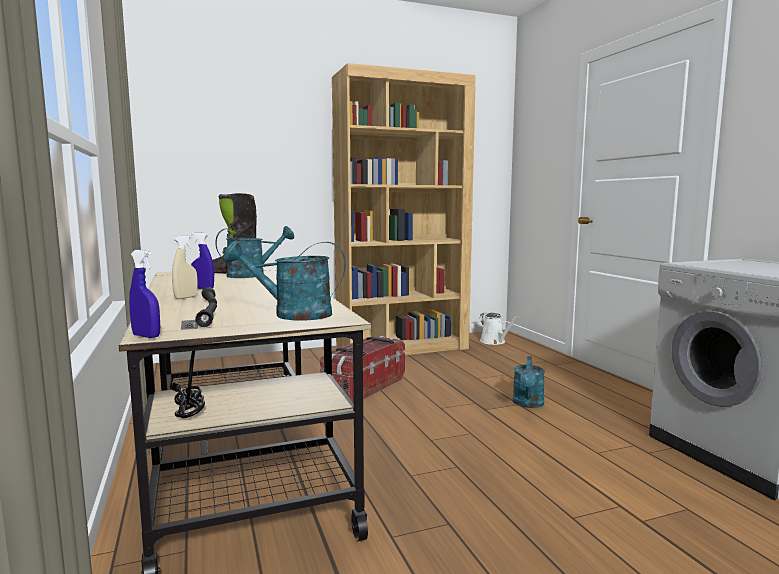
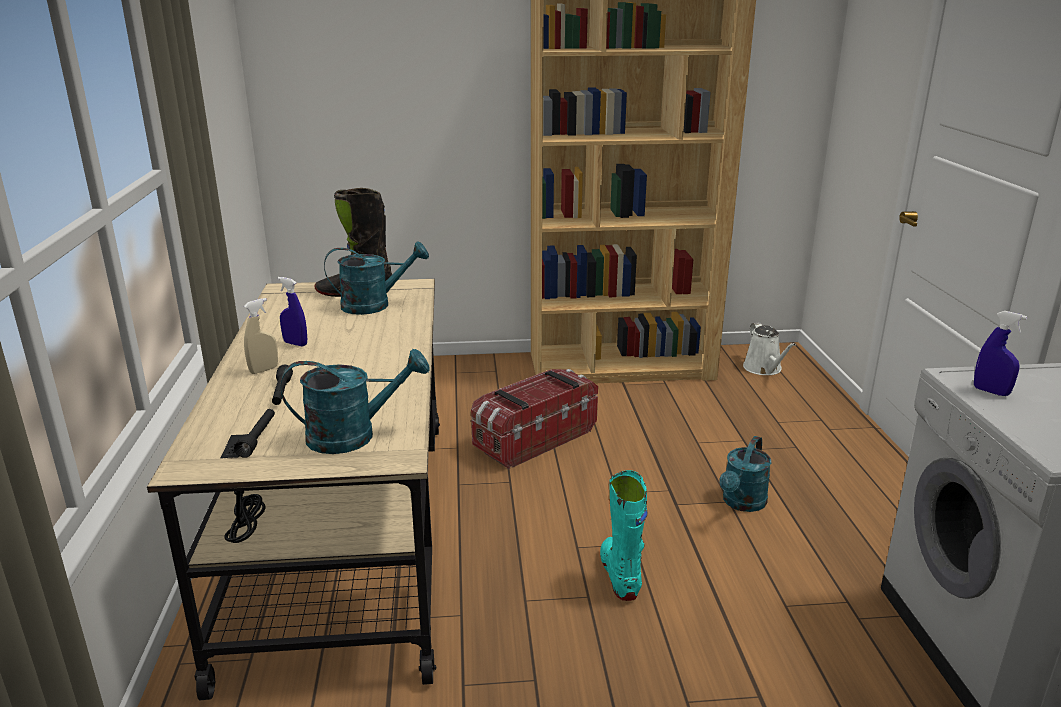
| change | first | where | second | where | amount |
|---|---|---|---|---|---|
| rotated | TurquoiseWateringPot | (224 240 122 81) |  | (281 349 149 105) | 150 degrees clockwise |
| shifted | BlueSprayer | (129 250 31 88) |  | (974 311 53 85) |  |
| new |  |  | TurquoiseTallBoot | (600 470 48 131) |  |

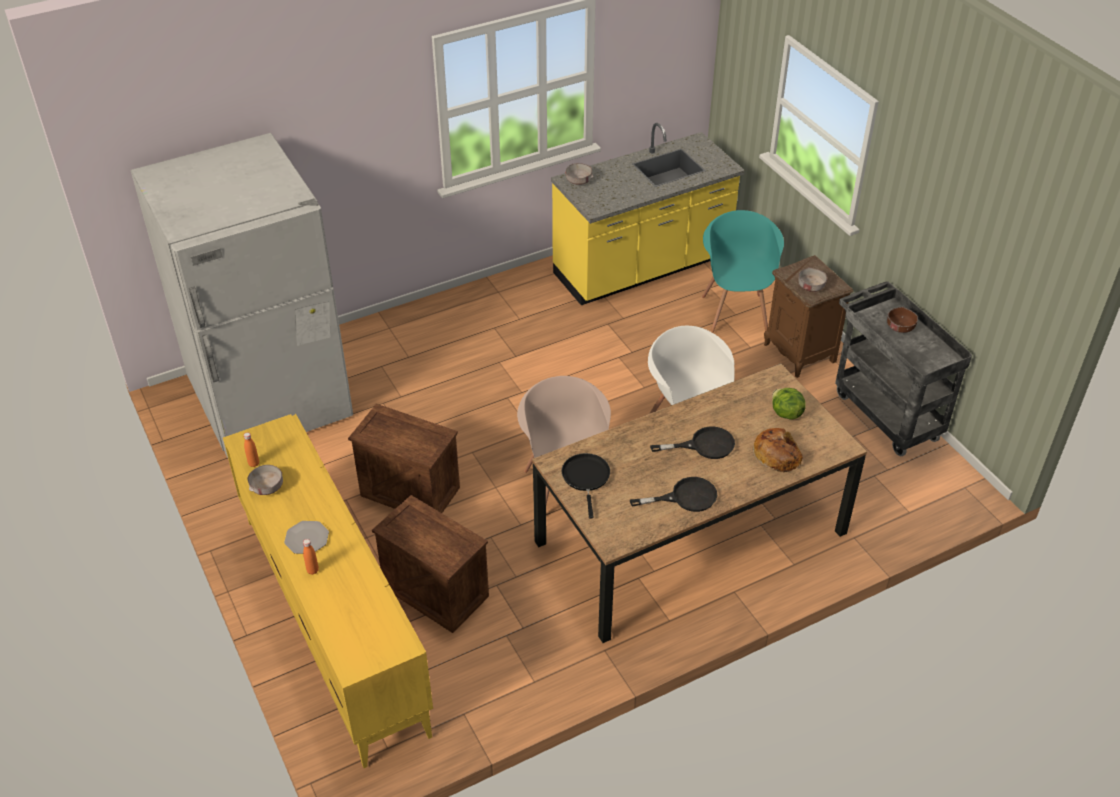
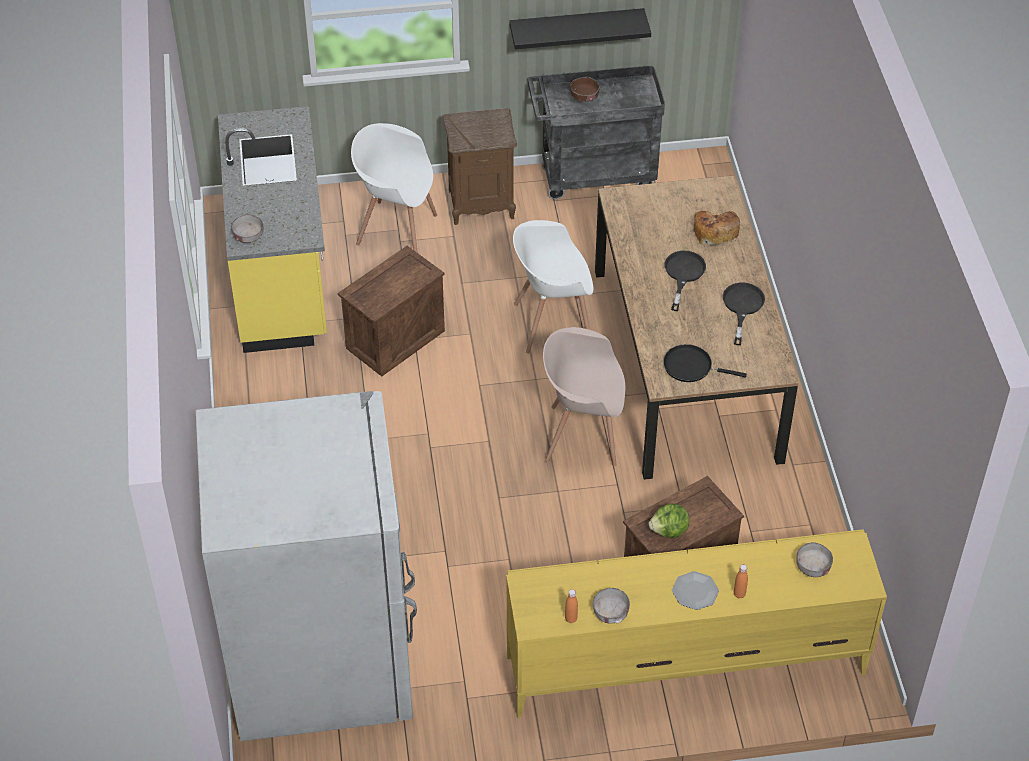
| change | first | where | second | where | amount |
|---|---|---|---|---|---|
| repainted | TurquoiseUprightChair | (702 210 82 123) | WhiteColouredUprightChair | (351 123 86 130) |  |
| shifted | GreyishServingBowl | (798 267 29 25) |  | (796 542 37 35) |  |
| shifted | Lettuce | (772 388 34 32) |  | (648 503 41 35) |  |
| shifted | ShippingCrate | (348 404 112 109) |  | (338 246 107 130) |  |
| new |  |  | BlackColouredWallShelf | (509 8 142 41) |  |

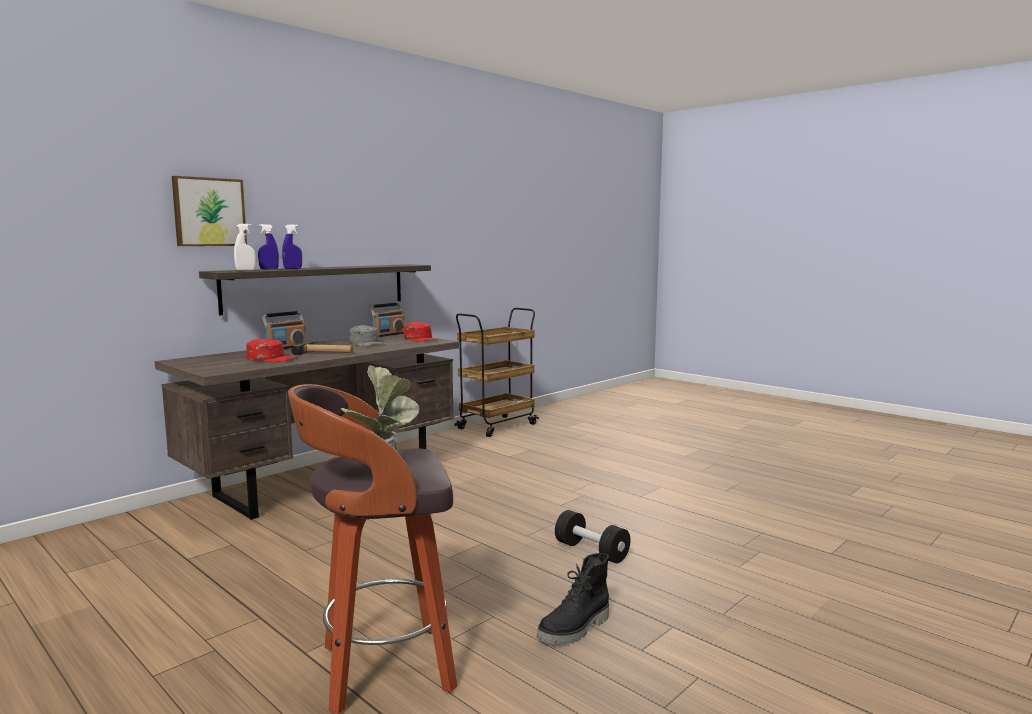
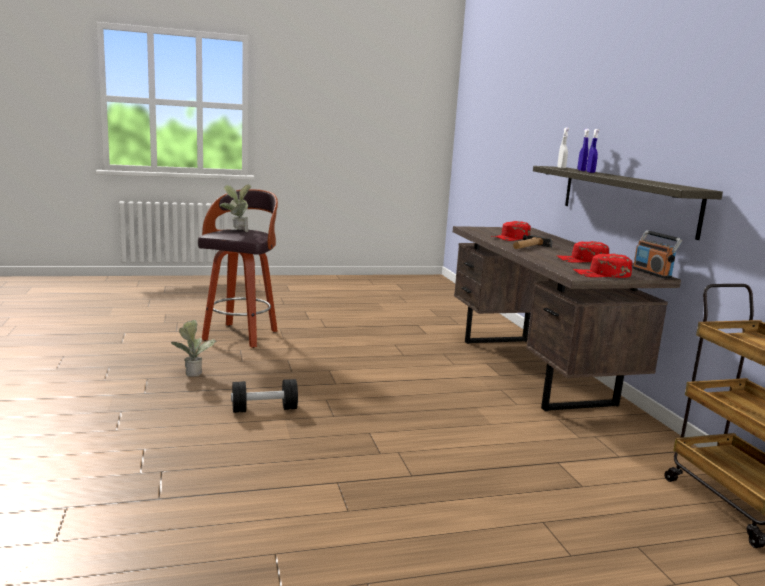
| change | first | where | second | where | amount |
|---|---|---|---|---|---|
| gone | WallPicture | (172 176 75 70) |  |  |  |
| gone | Radio | (262 311 44 38) |  |  |  |
| repainted | GreyishCap | (349 325 35 22) | RedColouredCap | (556 241 53 22) |  |
| swapped | BlackColouredTallBoot | (536 553 73 91) | PottedPlant | (171 320 45 57) |  |

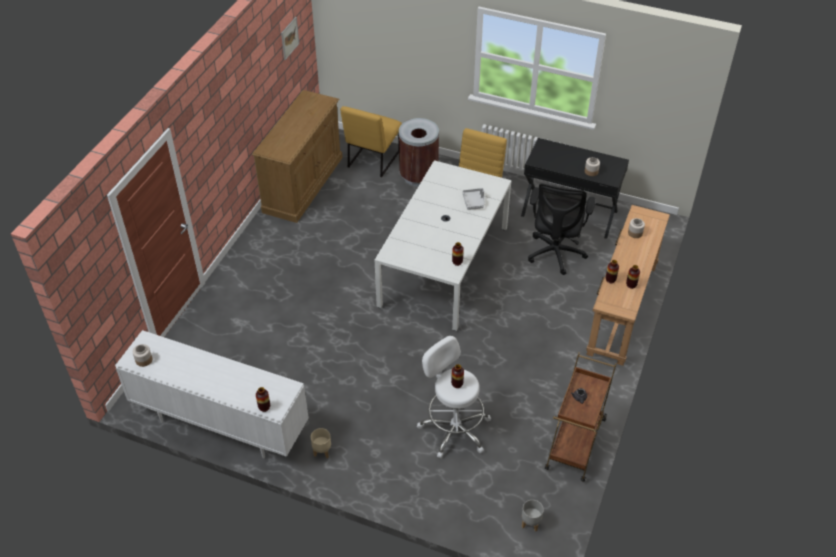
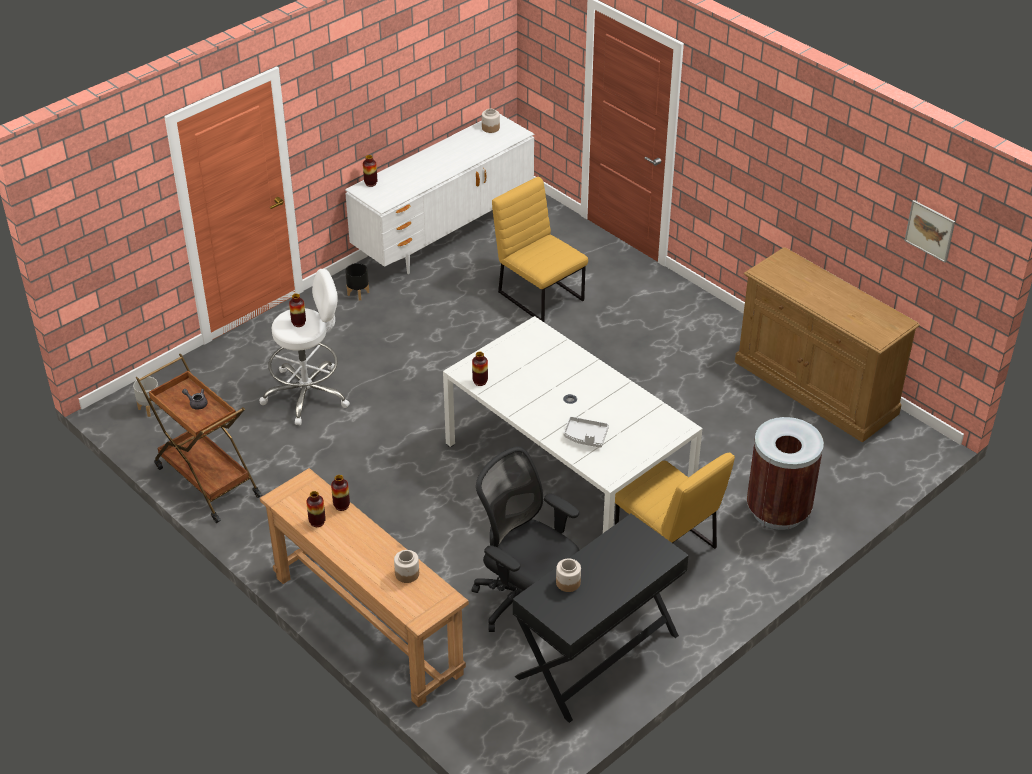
| change | first | where | second | where | amount |
|---|---|---|---|---|---|
| shifted | YellowUprightChair | (340 106 62 71) |  | (492 177 96 146) |  |
| repainted | BeigeFlowerPot | (311 428 20 30) | BlackColouredFlowerPot | (345 263 24 38) |  |

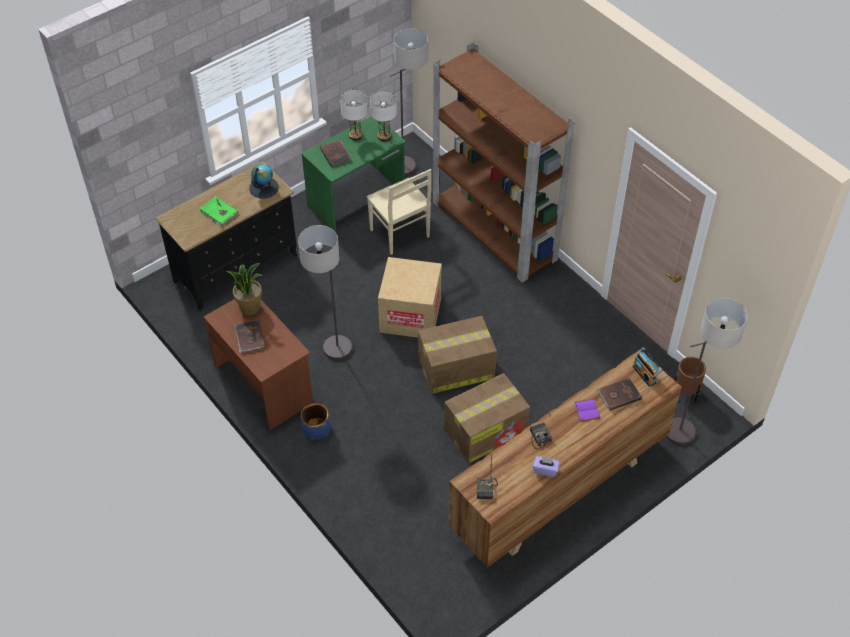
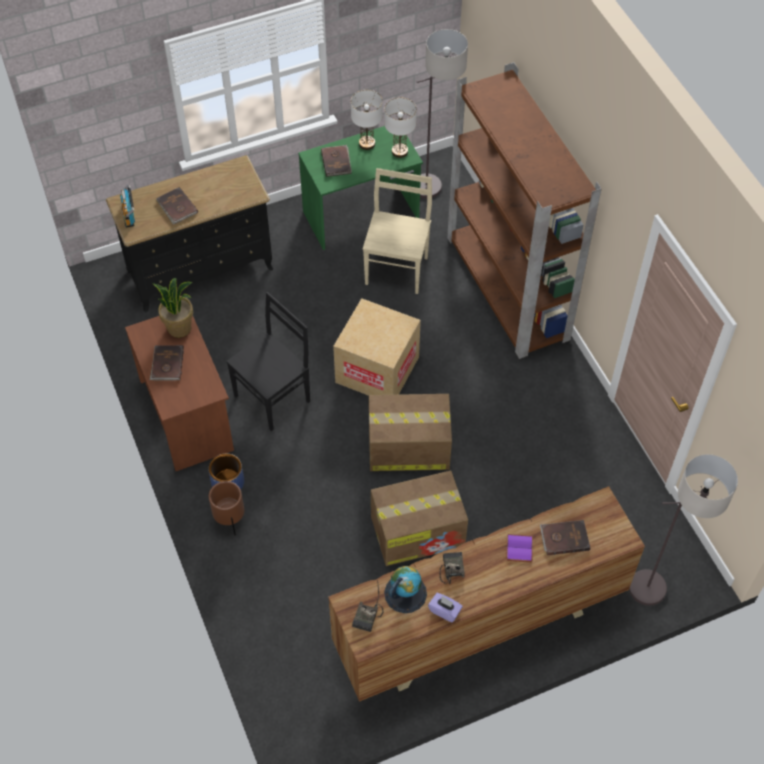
| change | first | where | second | where | amount |
|---|---|---|---|---|---|
| shifted | WorldGlobe | (249 163 30 35) |  | (384 566 43 47) |  |
| rotated | BeigeUprightChair | (367 169 65 86) |  | (363 168 69 126) | 150 degrees counterclockwise |
| repainted | GreenBook | (199 196 39 30) | BrownColouredBook | (156 187 42 37) |  |
| swapped | GreyishStandardLamp | (298 225 54 135) | BlackColouredUprightChair | (226 292 84 139) |  |
| shifted | Radio | (633 347 29 40) |  | (120 185 15 43) |  |
| shifted | BrownColouredFlowerPot | (675 357 31 46) |  | (209 481 35 54) |  |

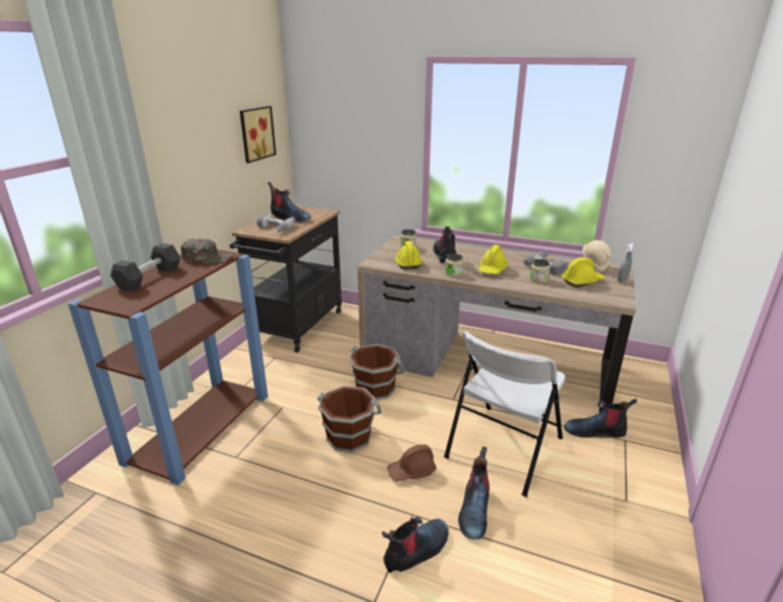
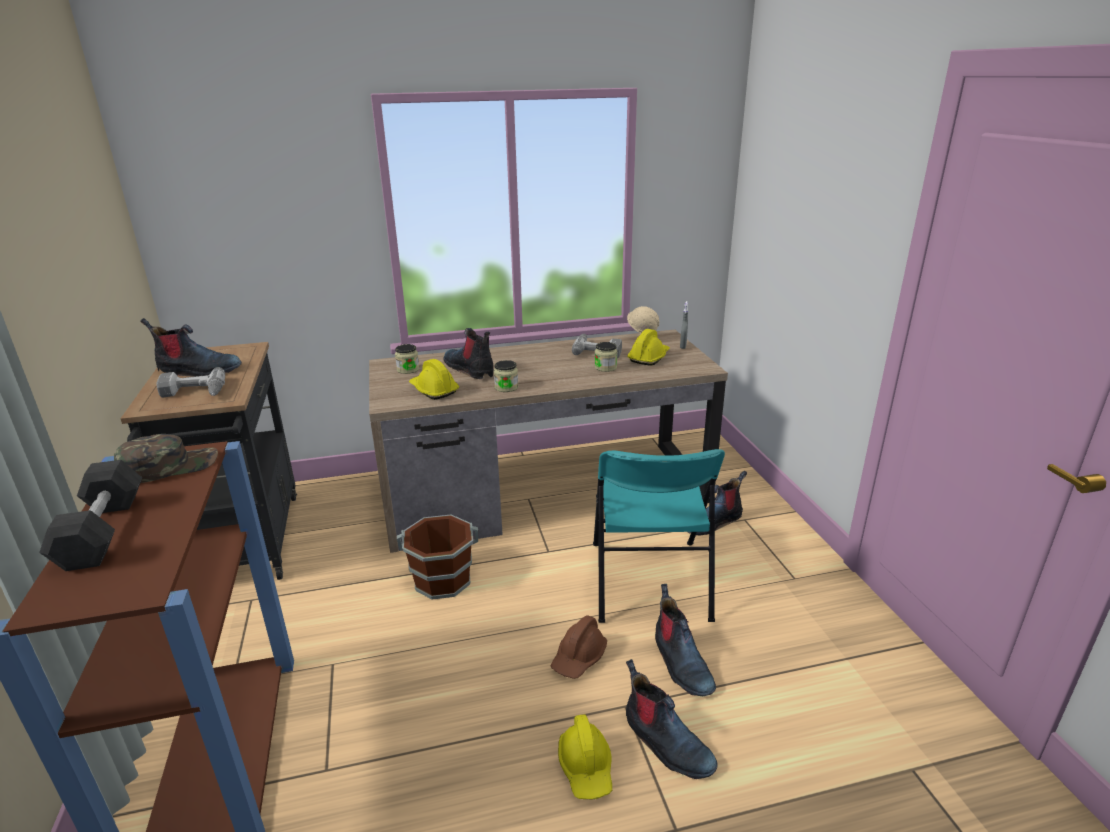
| change | first | where | second | where | amount |
|---|---|---|---|---|---|
| gone | WallPicture | (240 106 36 57) |  |  |  |
| shifted | YellowWorkHelmet | (478 245 30 29) |  | (558 715 54 84) |  |
| repainted | WhiteColouredUprightChair | (444 331 121 166) | TurquoiseUprightChair | (593 449 132 174) |  |
| gone | BrownColouredBucket | (317 386 64 67) |  |  |  |
| rotated | TallBoot | (382 516 67 57) |  | (626 659 92 120) | 120 degrees clockwise |

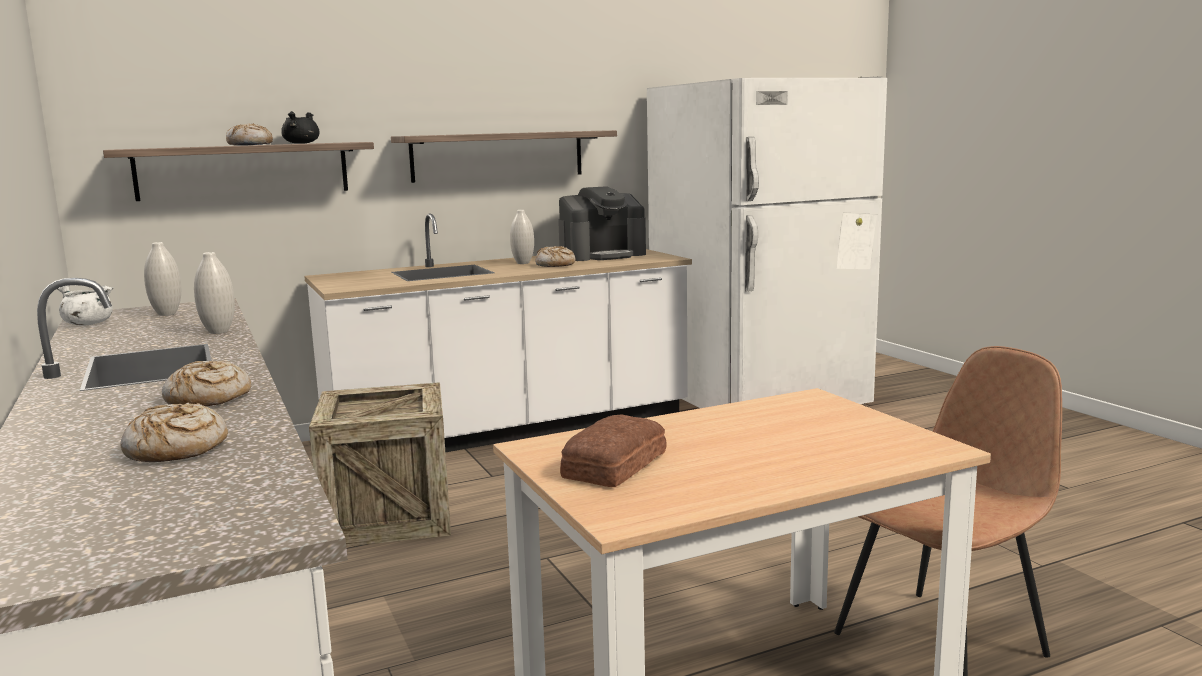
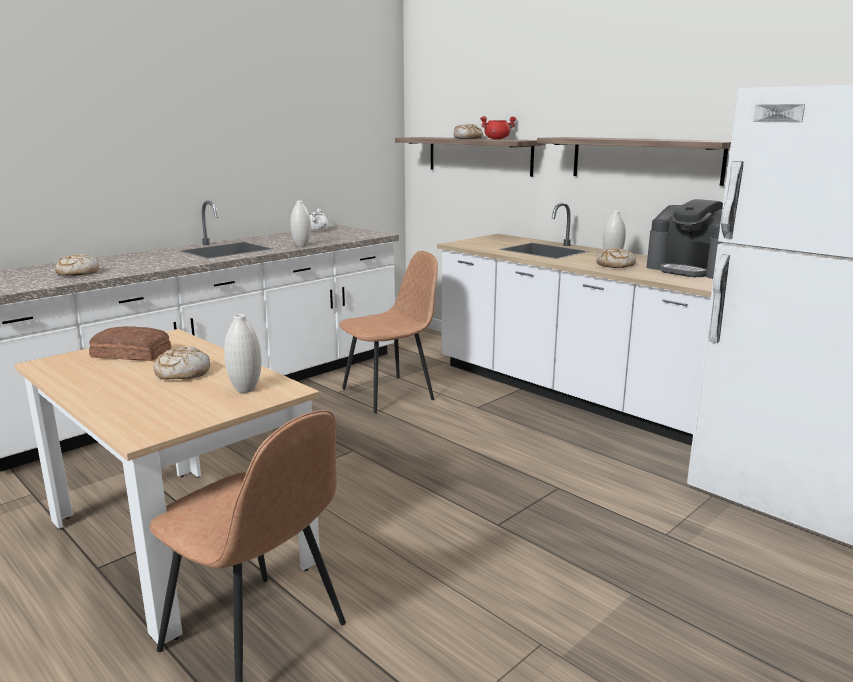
| change | first | where | second | where | amount |
|---|---|---|---|---|---|
| repainted | BlackColouredSaucepot | (281 111 39 33) | RedColouredSaucepot | (480 116 37 23) |  |
| shifted | WhiteColouredVase | (144 242 37 74) |  | (224 314 37 79) |  |
| shifted | Bread | (162 361 89 45) |  | (154 346 56 34) |  |
| swapped | ShippingCrate | (309 382 142 165) | BrownColouredUprightChair | (339 251 99 162) |  |

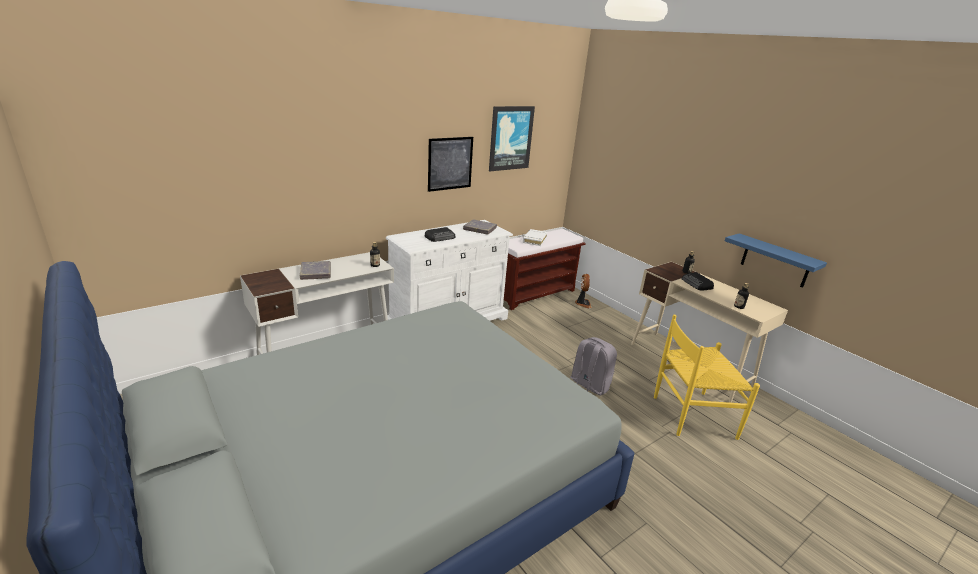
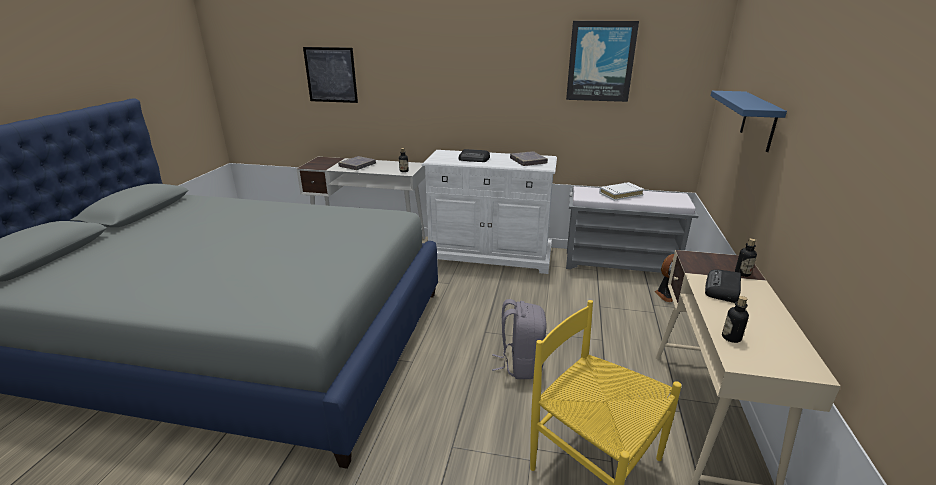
| change | first | where | second | where | amount |
|---|---|---|---|---|---|
| shifted | WallPicture | (428 137 45 55) |  | (303 47 55 56) |  |
| repainted | BrownColouredLongSeat | (504 229 82 81) | GreyishLongSeat | (566 186 132 87) |  |
| shifted | BlueWallShelf | (725 233 102 55) |  | (711 91 76 61) |  |

